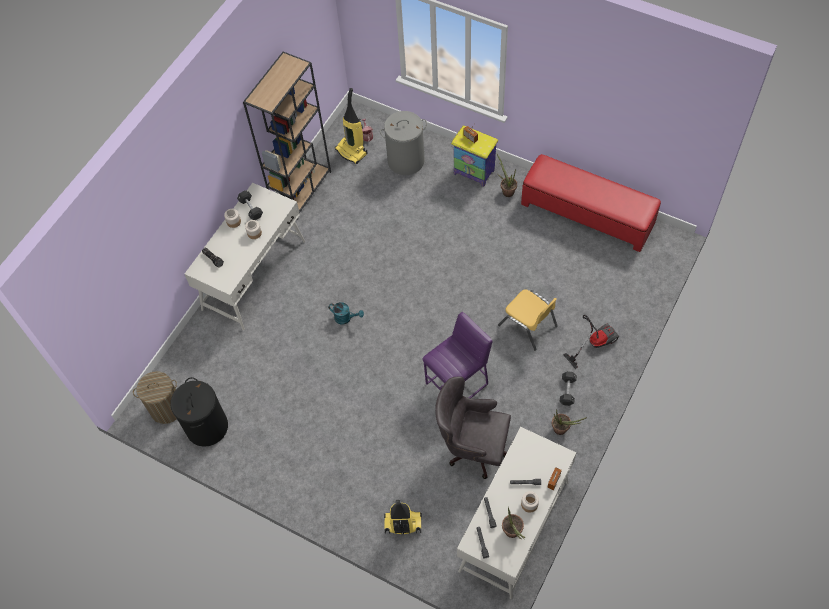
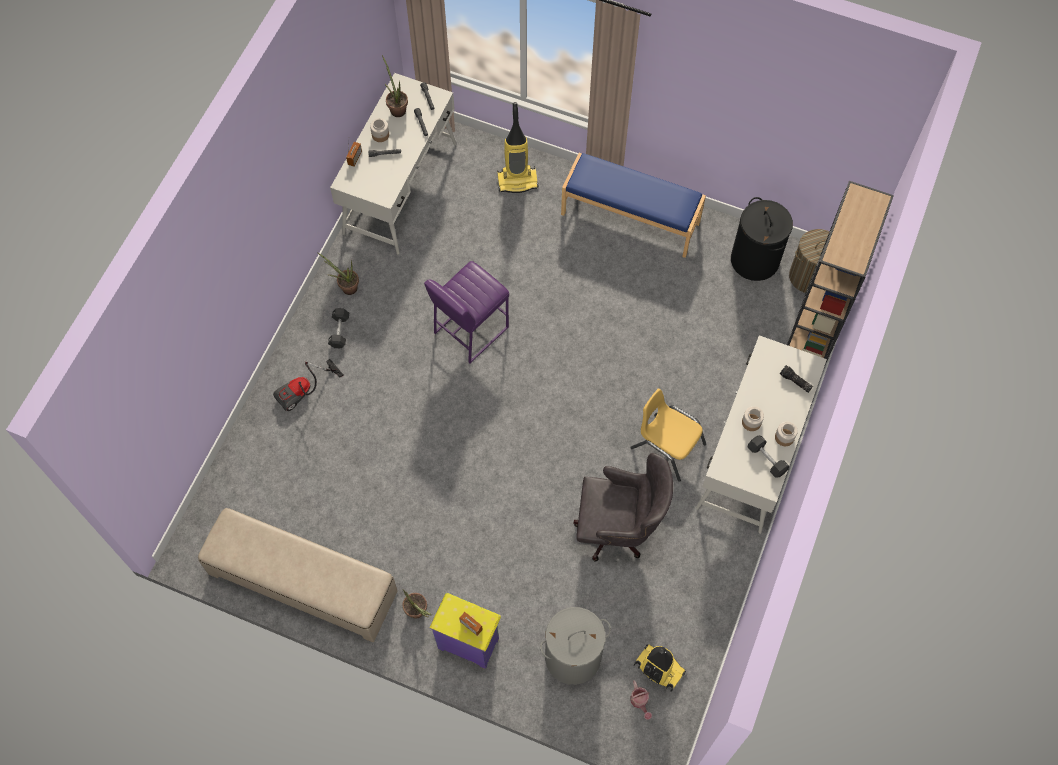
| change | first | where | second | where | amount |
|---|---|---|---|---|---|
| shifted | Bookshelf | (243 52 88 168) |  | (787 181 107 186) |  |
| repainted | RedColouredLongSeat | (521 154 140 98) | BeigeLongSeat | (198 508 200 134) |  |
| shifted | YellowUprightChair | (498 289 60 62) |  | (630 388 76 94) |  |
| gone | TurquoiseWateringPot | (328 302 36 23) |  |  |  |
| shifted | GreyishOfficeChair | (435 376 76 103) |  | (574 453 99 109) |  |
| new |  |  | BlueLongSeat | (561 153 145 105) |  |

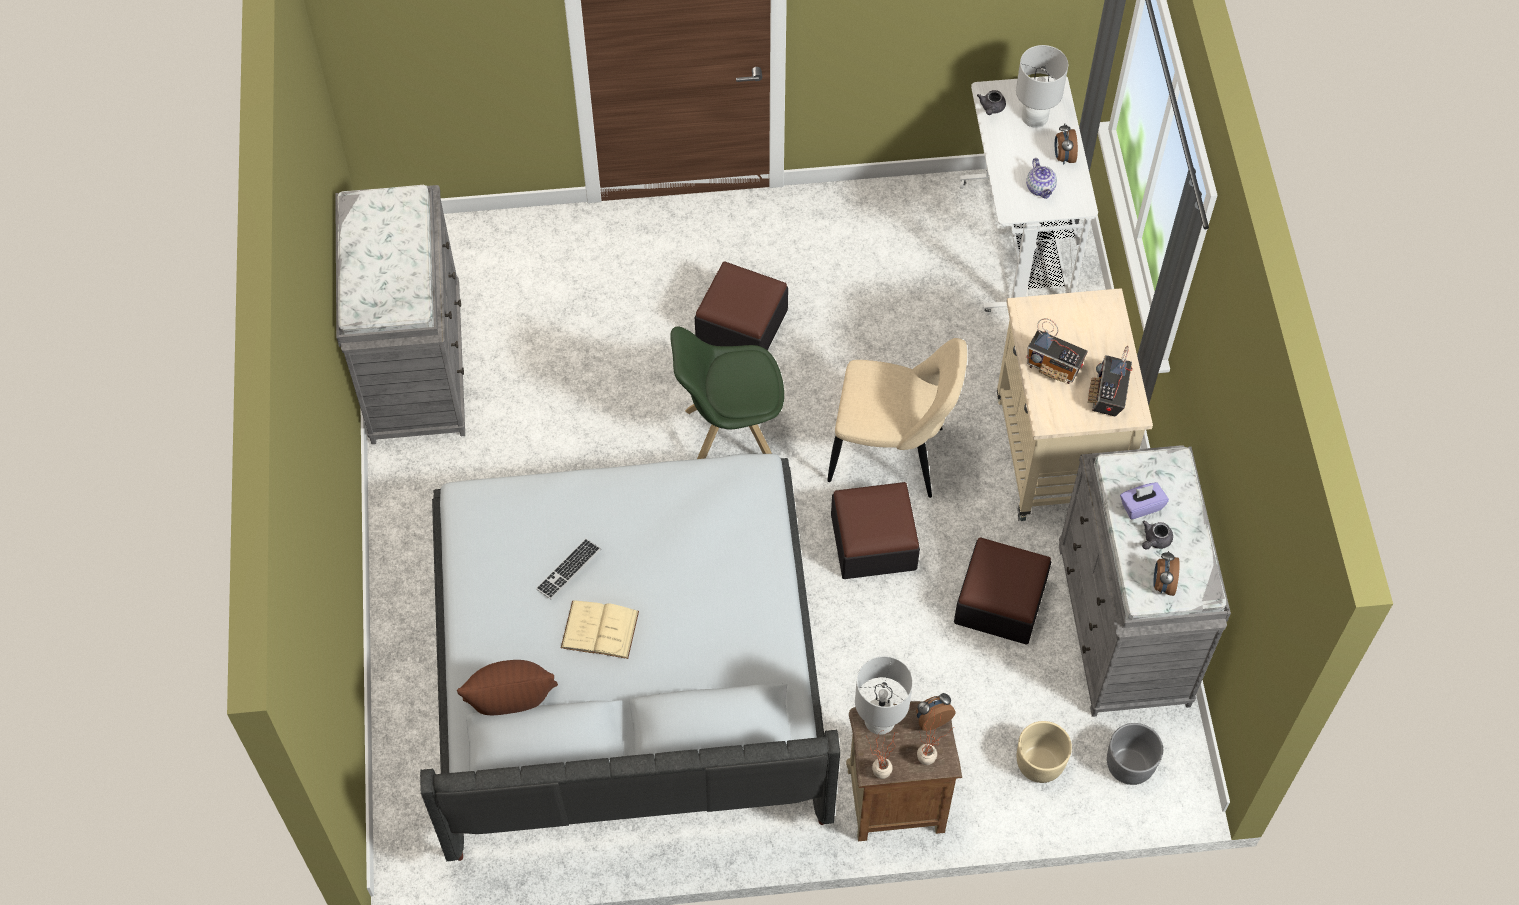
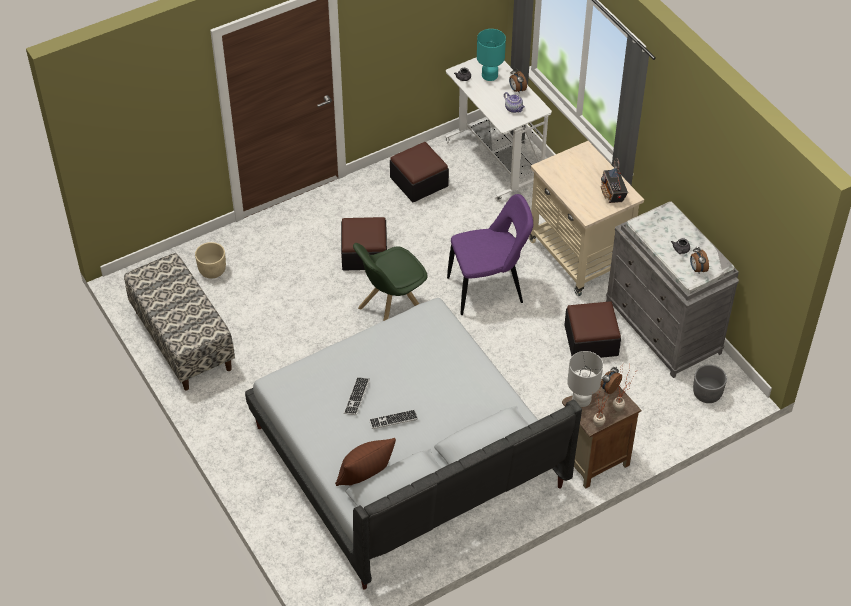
| change | first | where | second | where | amount |
|---|---|---|---|---|---|
| repainted | GreyishLampForATable | (1016 45 52 83) | TurquoiseLampForATable | (477 29 29 52) |  |
| swapped | GreyishDresser | (335 185 130 259) | LongSeat | (124 253 111 137) |  |
| gone | Radio | (1026 318 62 66) |  |  |  |
| repainted | BeigeUprightChair | (827 338 140 160) | PurpleColouredUprightChair | (447 194 86 121) |  |
| shifted | Ottoman | (831 482 89 97) |  | (390 142 59 61) |  |
| gone | PurpleColouredTissueHolder | (1120 482 49 38) |  |  |  |
| swapped | BeigeBook | (561 600 78 59) | ComputerKeyboard | (369 409 49 20) |  |
| shifted | BeigeFlowerPot | (1017 721 55 62) |  | (195 242 31 36) |  |

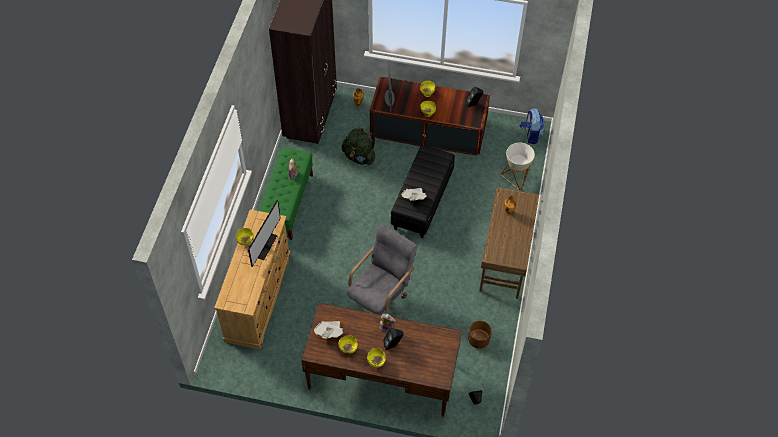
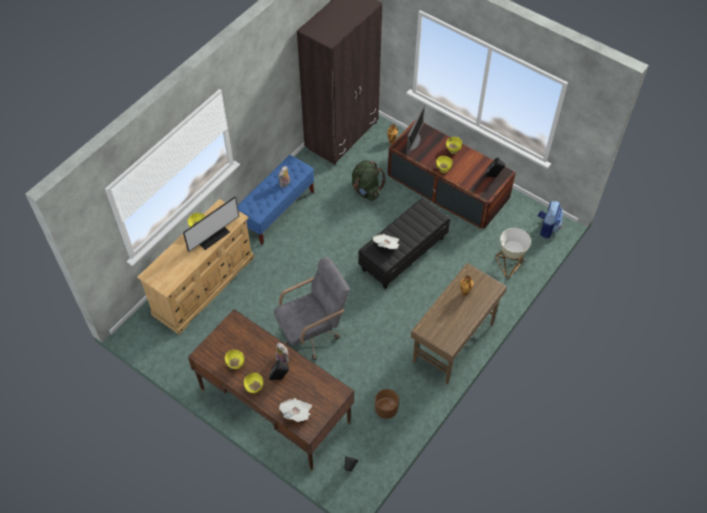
| change | first | where | second | where | amount |
|---|---|---|---|---|---|
| repainted | GreenLongSeat | (260 148 53 92) | BlueLongSeat | (238 155 76 90) |  |
| shifted | DailyPaper | (314 321 29 17) |  | (279 398 33 24) |  |

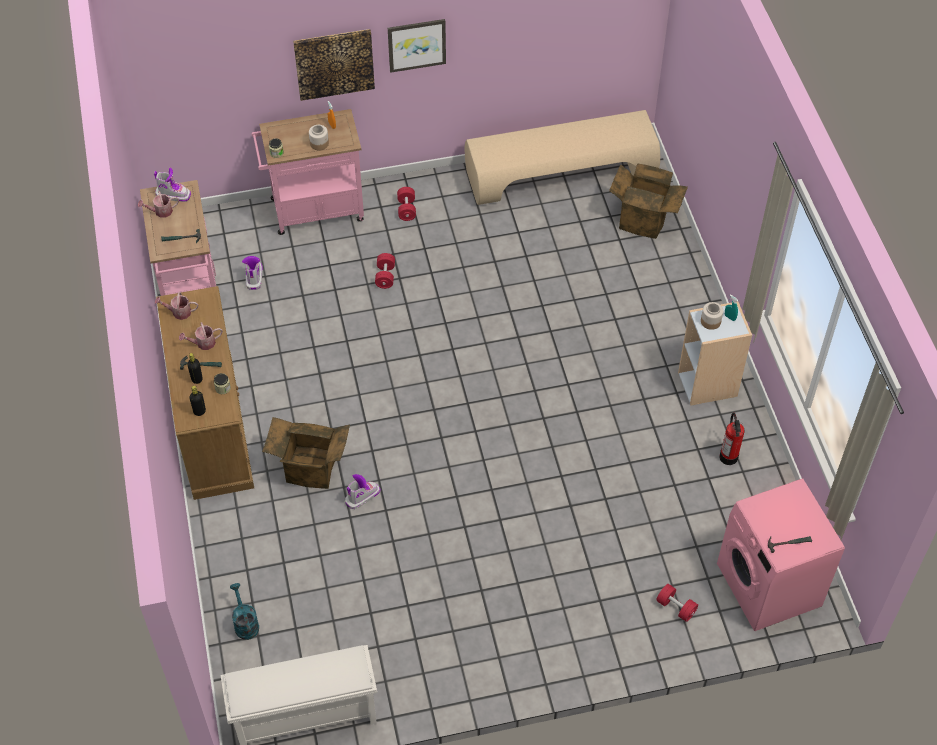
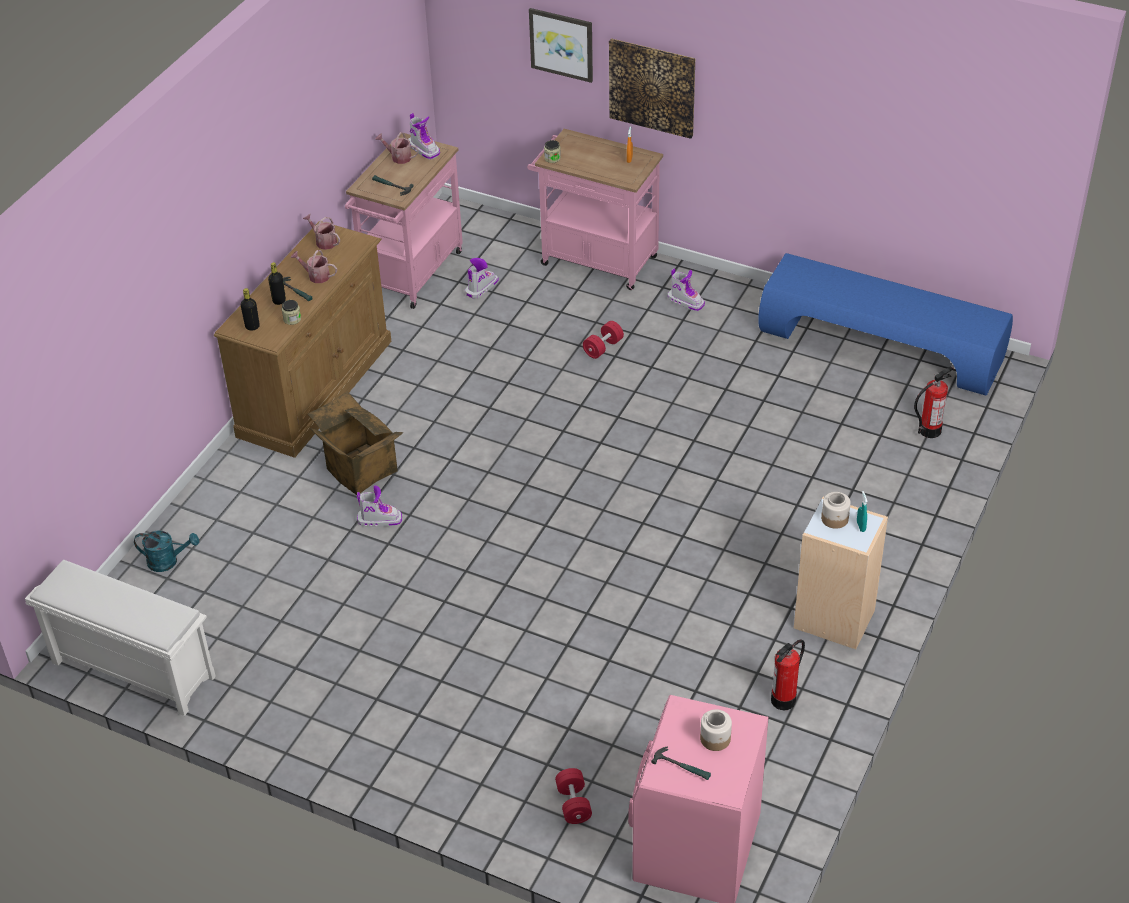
| change | first | where | second | where | amount |
|---|---|---|---|---|---|
| shifted | WallPicture | (388 19 58 54) |  | (529 8 64 75) |  |
| repainted | BeigeLongSeat | (465 110 195 95) | BlueLongSeat | (758 253 255 142) |  |
| shifted | Jar | (309 125 20 25) |  | (700 709 32 42) |  |
| swapped | PackingBox | (609 163 79 76) | Extinguisher | (914 366 39 72) |  |
| swapped | RedColouredDumbbell | (397 187 19 34) | TallBoot | (668 269 37 42) |  |
| rotated | TurquoiseWateringPot | (230 583 29 57) |  | (134 531 65 41) | 75 degrees clockwise |

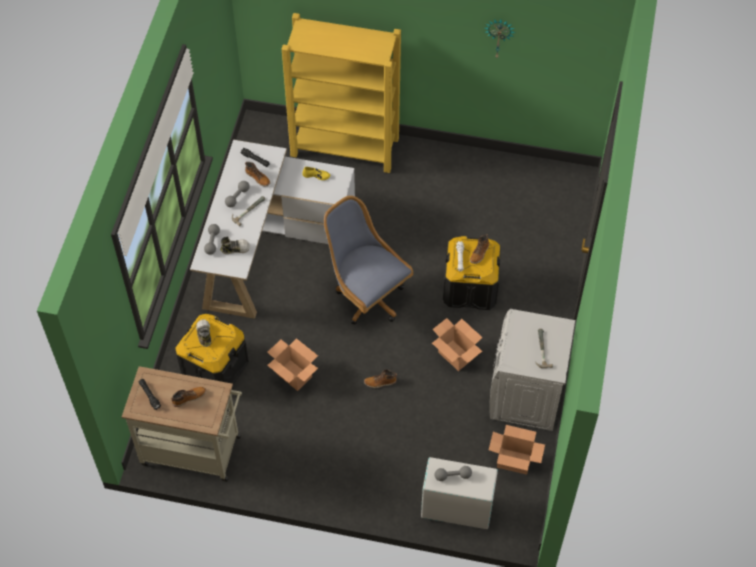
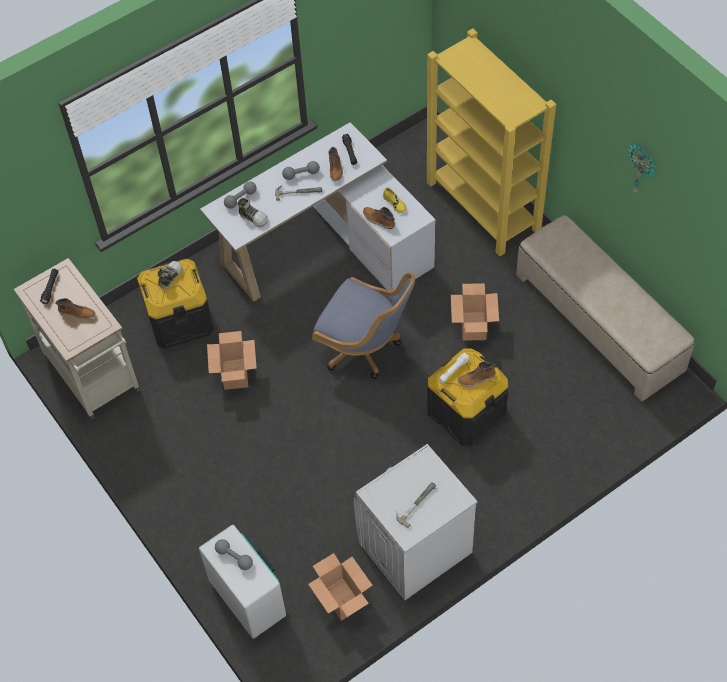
| change | first | where | second | where | amount |
|---|---|---|---|---|---|
| rotated | BlueOfficeChair | (324 196 89 128) |  | (312 273 103 106) | 120 degrees clockwise |
| shifted | PackingBox | (432 318 51 53) |  | (451 283 48 58) |  |
| shifted | TallBoot | (364 370 33 18) |  | (363 207 32 22) |  |
| new |  |  | BeigeLongSeat | (516 216 178 186) |  |

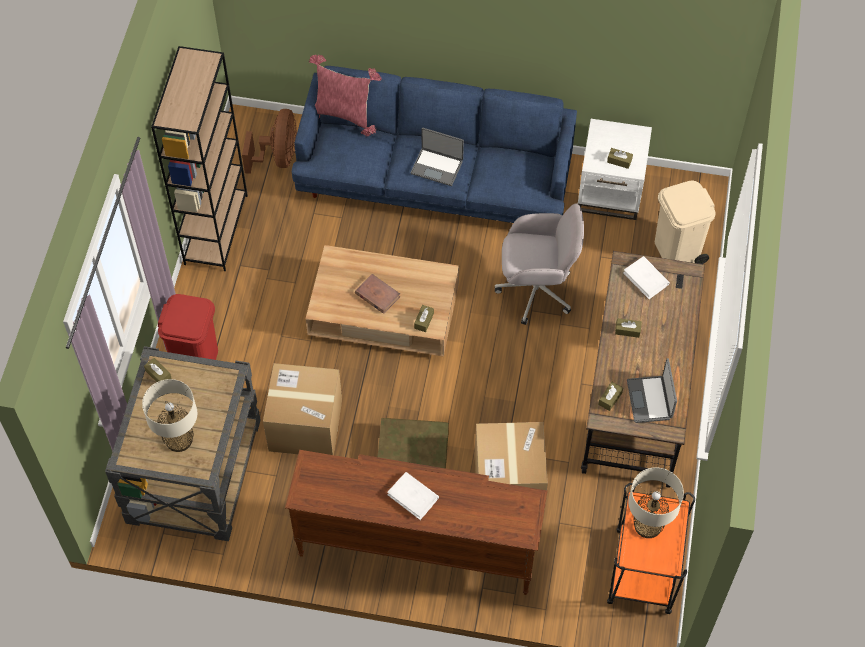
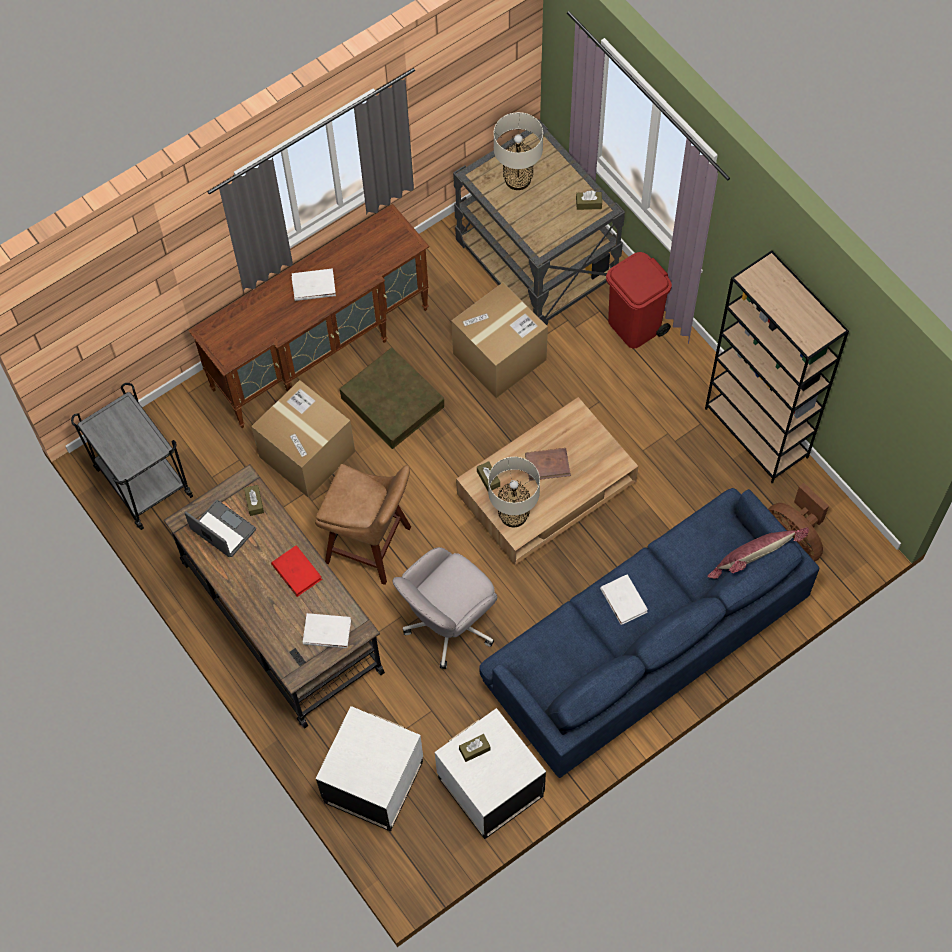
| change | first | where | second | where | amount |
|---|---|---|---|---|---|
| swapped | NotebookComputer | (411 128 53 58) | WhiteColouredBook | (600 574 48 51) |  |
| swapped | BeigeRubbishBin | (655 180 61 84) | WhiteColouredSideTable | (316 706 107 125) |  |
| swapped | BrownColouredTissueHolder | (615 318 27 20) | RedColouredBook | (271 545 51 52) |  |
| shifted | LampForATable | (628 467 56 71) |  | (488 457 52 70) |  |
| repainted | OrangeTrolley | (607 483 88 131) | GreyishTrolley | (71 383 122 147) |  |
| new |  |  | BrownColouredSittingStool | (315 464 96 121) |  |

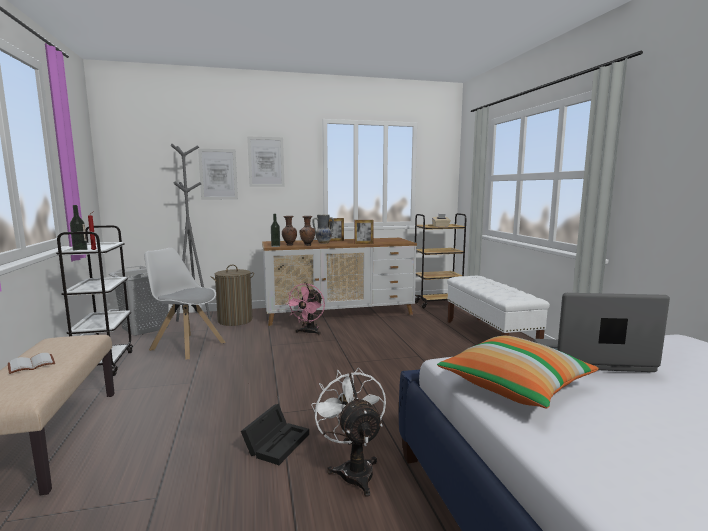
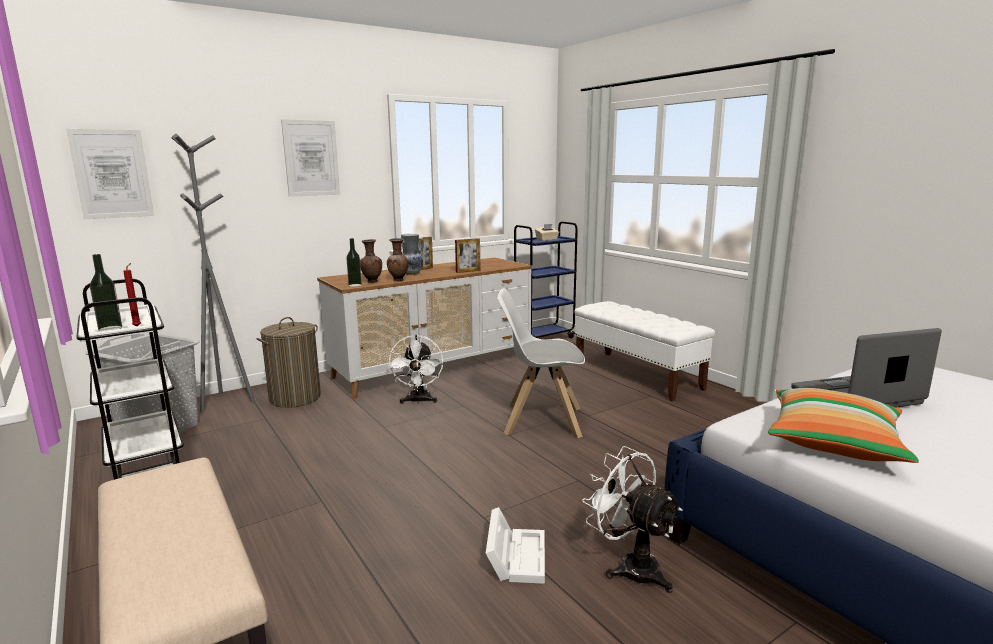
| change | first | where | second | where | amount |
|---|---|---|---|---|---|
| shifted | WallPicture | (198 149 40 51) |  | (66 129 88 90) |  |
| repainted | BrownColouredTrolley | (415 213 51 95) | BlueTrolley | (514 222 64 117) |  |
| shifted | UprightChair | (144 248 82 112) |  | (496 288 89 150) |  |
| repainted | PinkColouredFan | (285 283 40 52) | WhiteColouredFan | (388 335 55 69) |  |
| gone | WhiteColouredBook | (8 353 47 21) |  |  |  |
| repainted | BlackColouredStorageContainer | (241 404 68 61) | WhiteColouredStorageContainer | (486 507 59 77) |  |

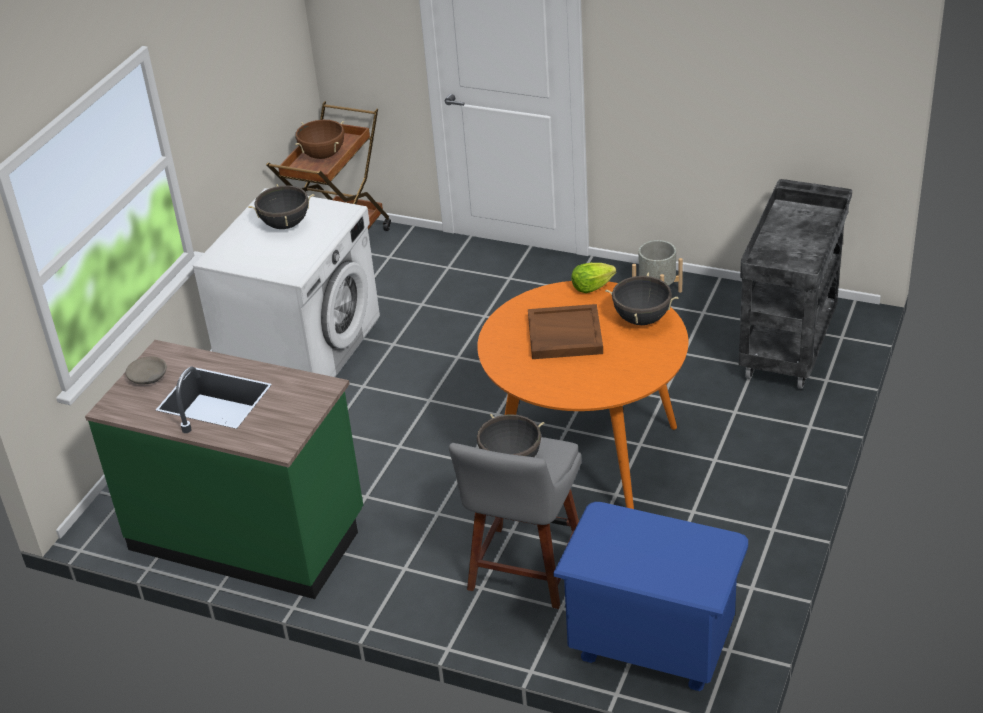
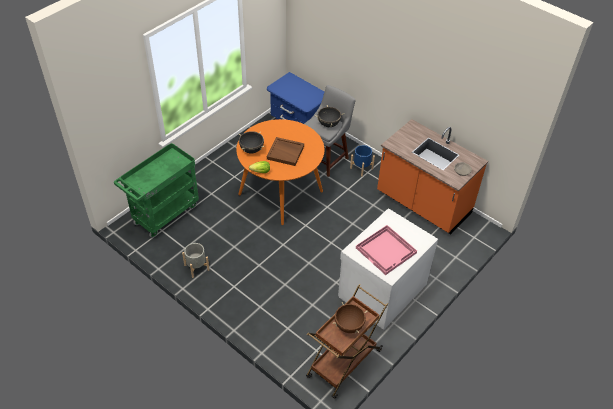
| change | first | where | second | where | amount |
|---|---|---|---|---|---|
| repainted | BlackColouredTrolley | (738 179 114 210) | GreenTrolley | (114 143 85 95) |  |
| swapped | BlackColouredSaucepot | (248 184 66 45) | PinkColouredCarryingTray | (356 225 61 50) |  |
| repainted | GreenKitchenBaseUnit | (85 340 278 259) | OrangeKitchenBaseUnit | (377 119 111 115) |  |
| new |  |  | BlueFlowerPot | (350 145 25 32) |  |

